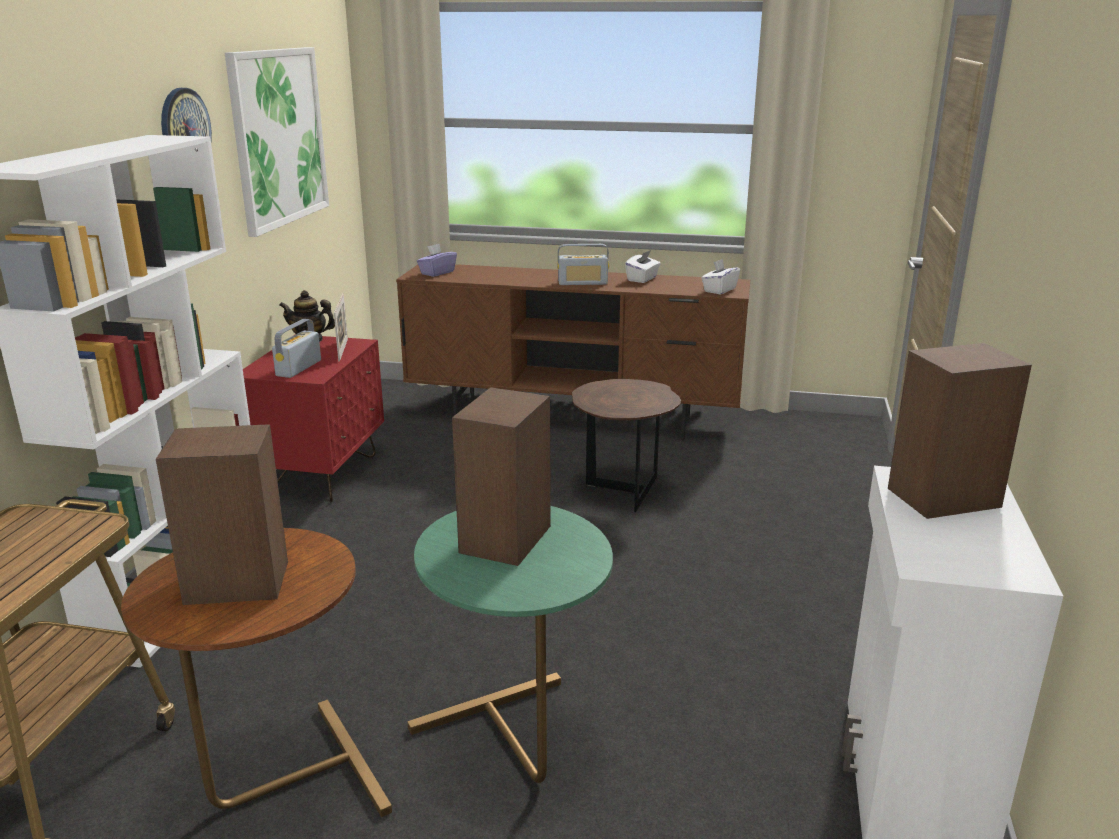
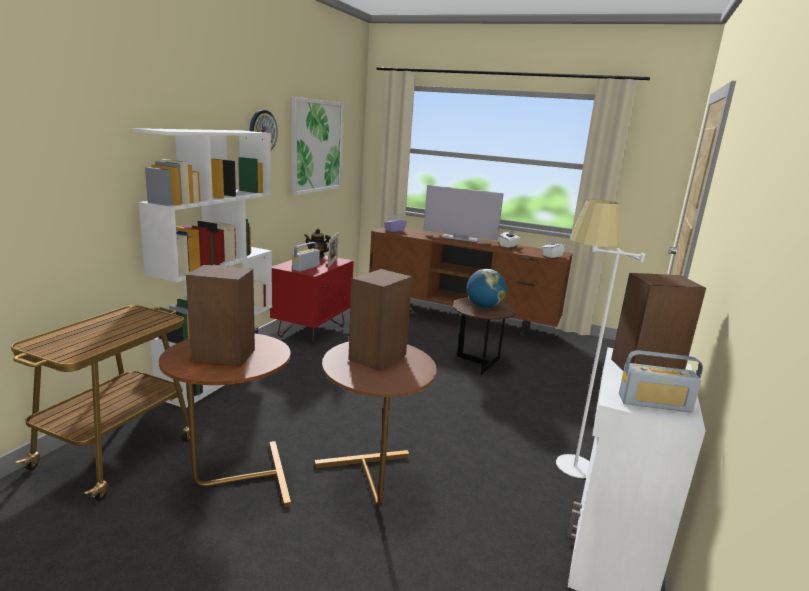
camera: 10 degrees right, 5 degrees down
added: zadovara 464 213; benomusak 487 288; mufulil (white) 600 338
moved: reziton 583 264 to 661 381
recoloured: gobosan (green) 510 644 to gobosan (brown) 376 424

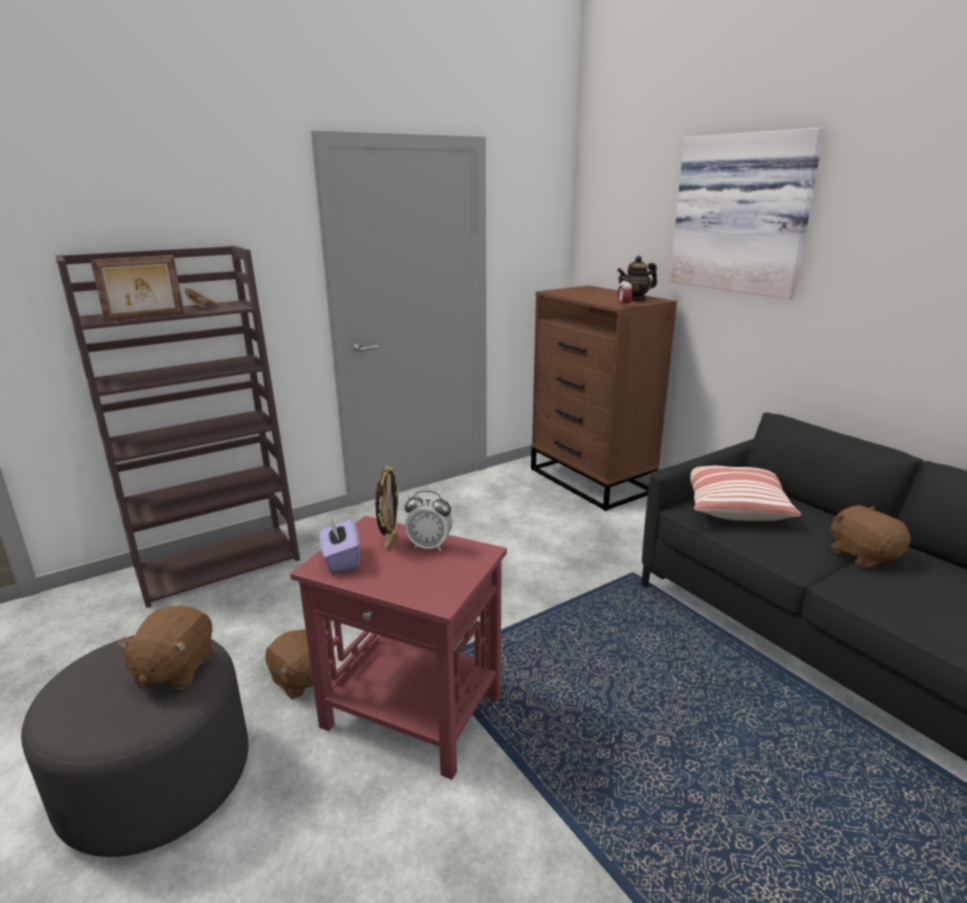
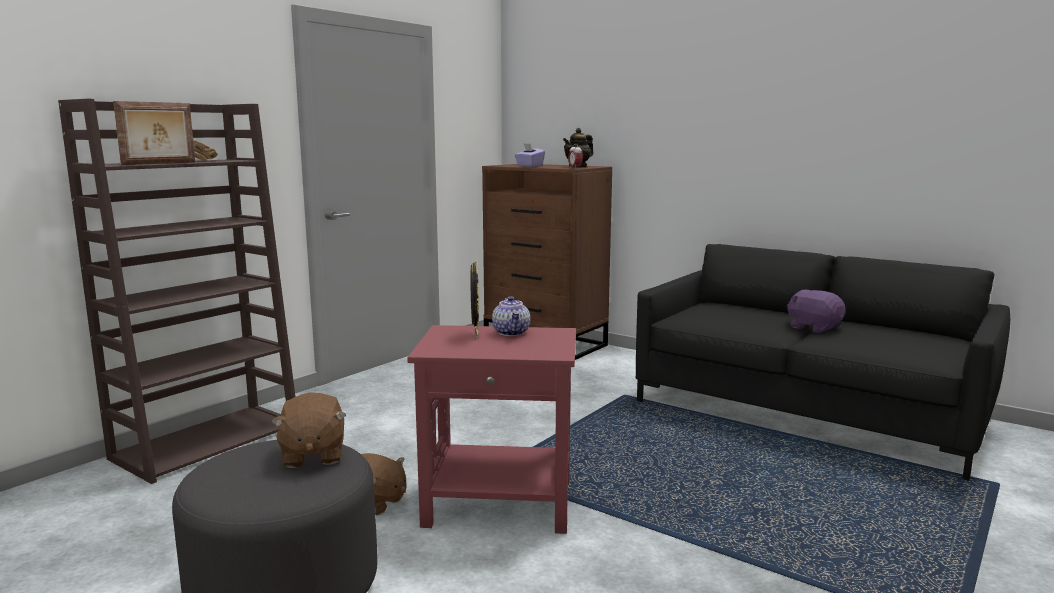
camera: 20 degrees left, 10 degrees down
removed: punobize 747 213; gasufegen 745 493
moved: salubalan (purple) 339 545 to 529 155
replaced: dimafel 429 520 to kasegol 511 316
recoloured: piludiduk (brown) 870 536 to piludiduk (purple) 816 311

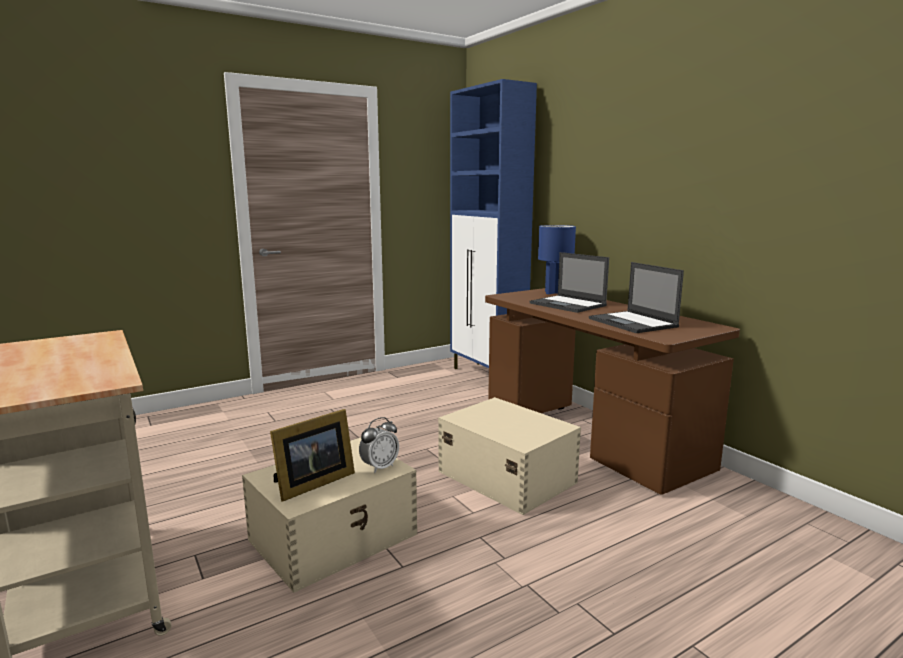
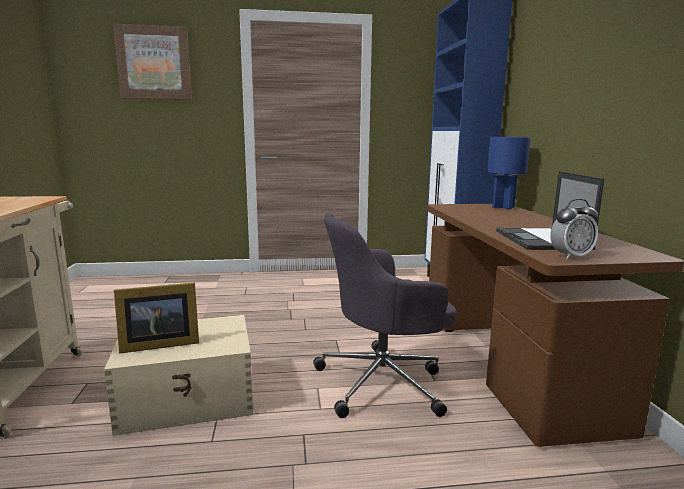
camera: 25 degrees right, 0 degrees up
removed: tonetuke 569 282
added: punobize 152 62
moved: dimafel 379 445 to 574 229
replaced: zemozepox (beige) 509 456 to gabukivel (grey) 385 315

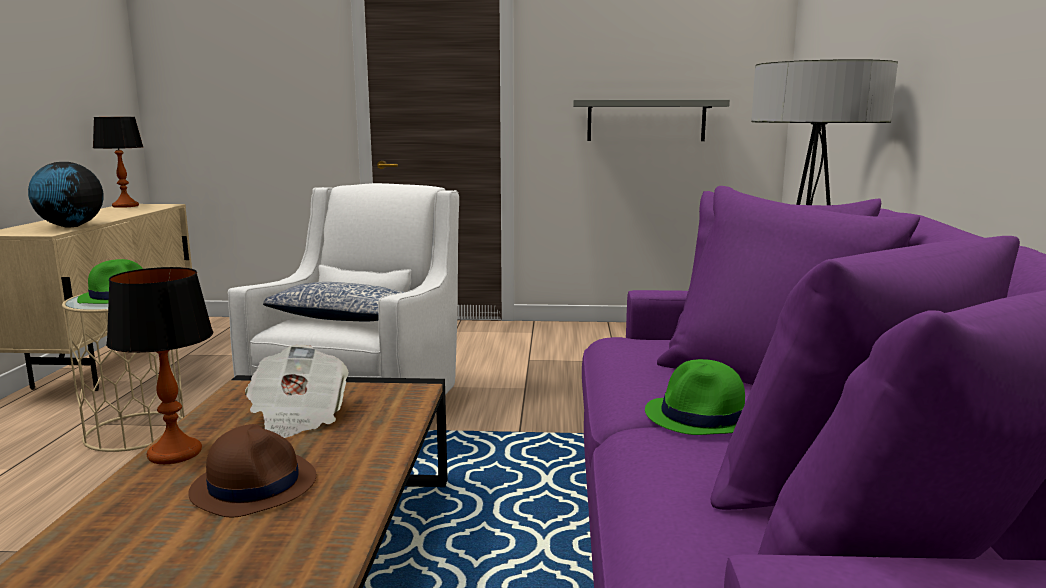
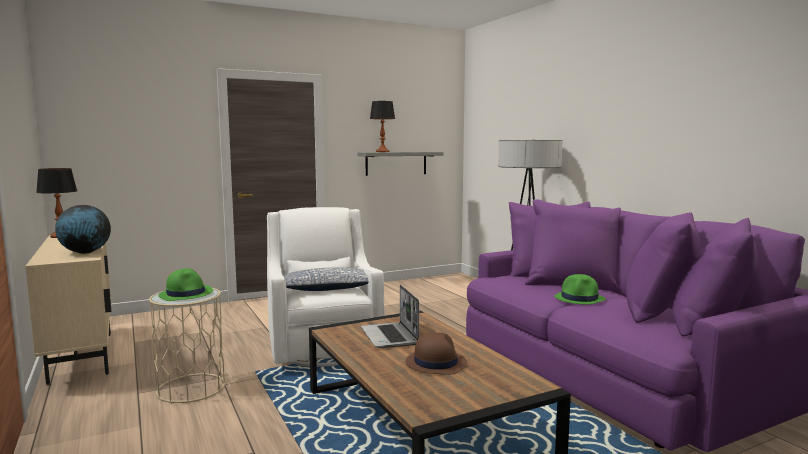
camera: 30 degrees left, 5 degrees down
moved: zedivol 159 365 to 382 126
replaced: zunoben 297 391 to tonetuke 390 316

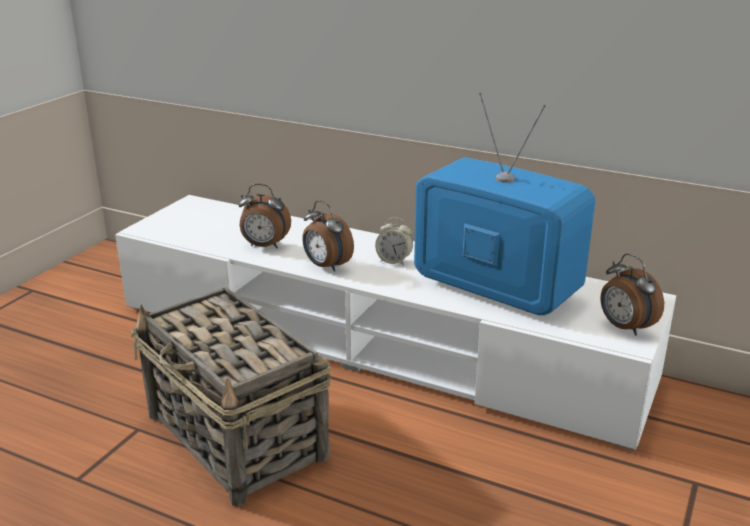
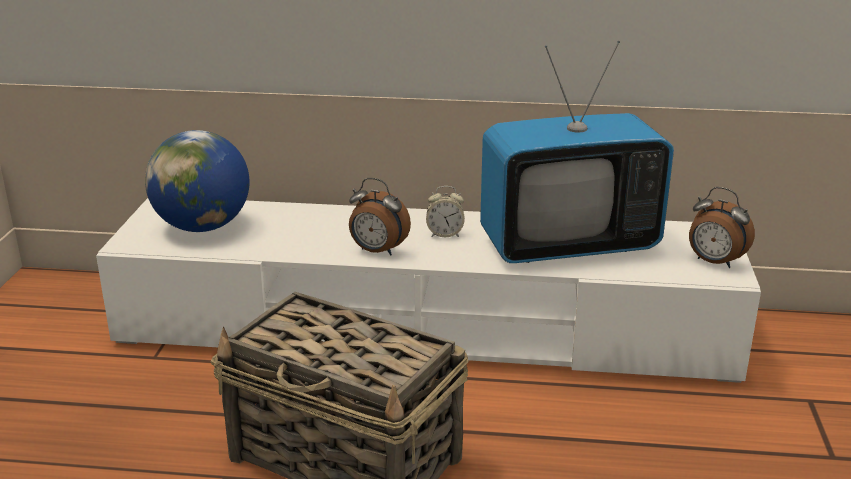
camera: 20 degrees left, 0 degrees up
removed: dimafel 264 216
added: benomusak 197 181
turned: zadovara 504 203 = 577 152 150 degrees clockwise

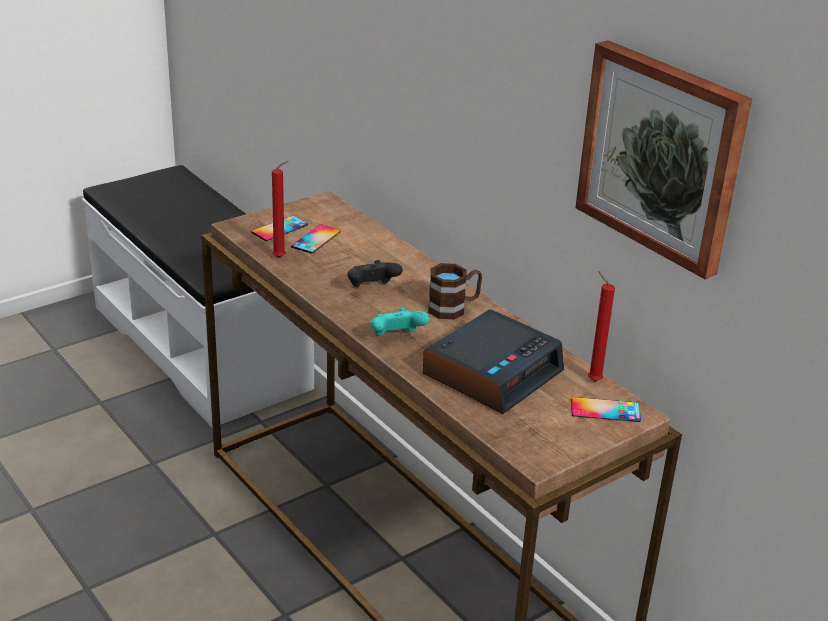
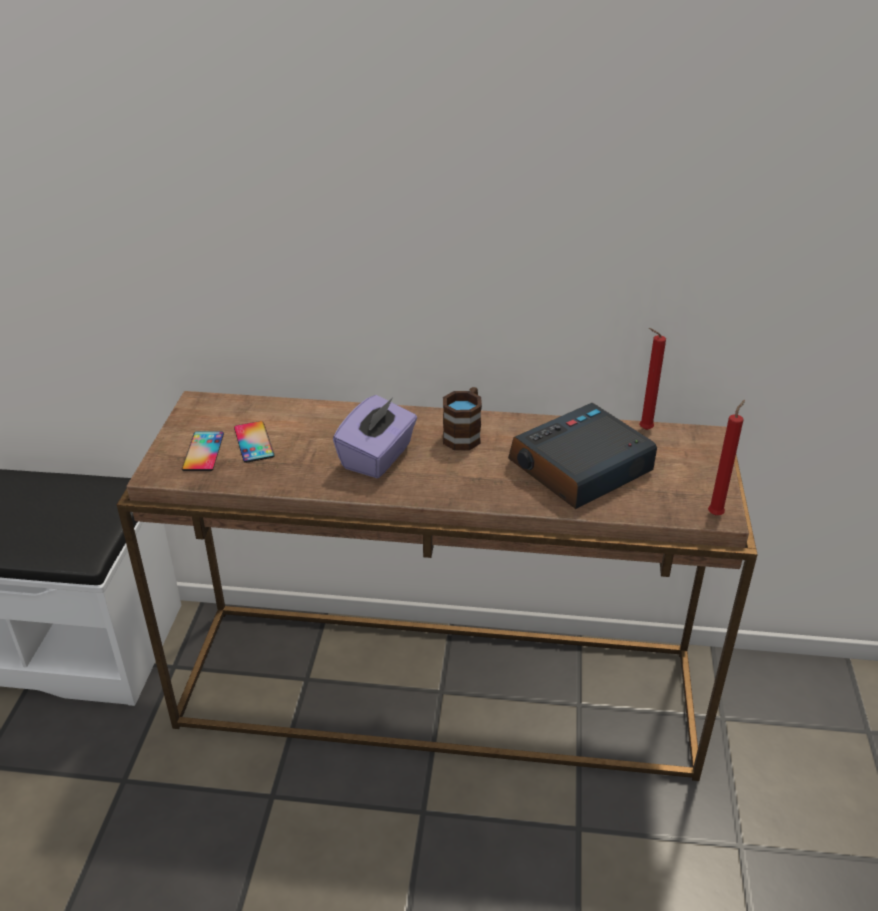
camera: 45 degrees left, 5 degrees up
removed: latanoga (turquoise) 400 322; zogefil 606 409; punobize 663 160
moved: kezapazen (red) 280 209 to 726 457
replaced: latanoga (black) 375 273 to salubalan (purple) 375 436
turned: dimafel 493 361 = 582 456 120 degrees counterclockwise

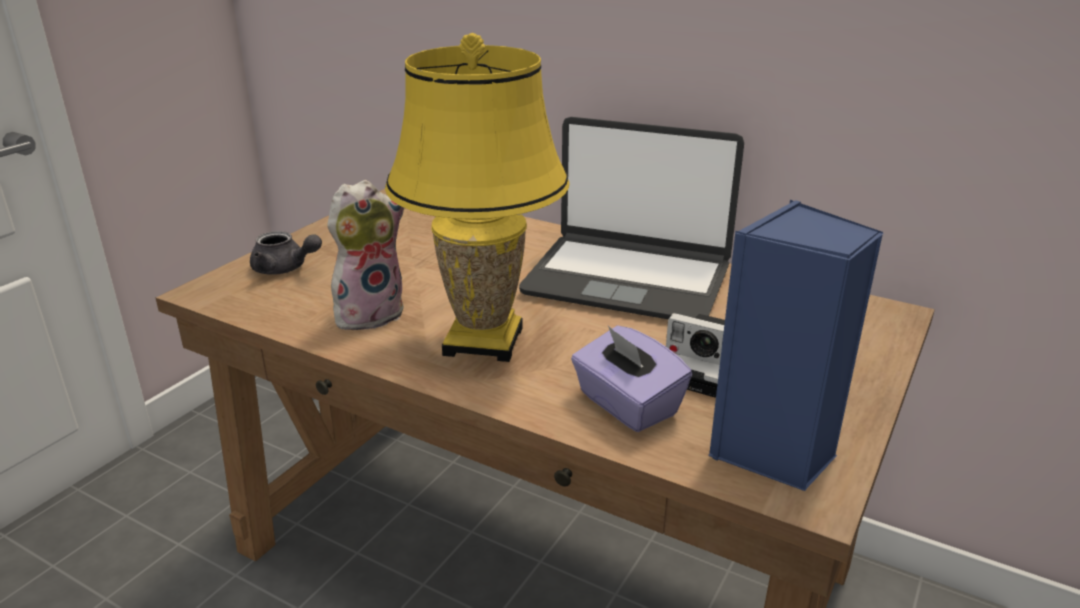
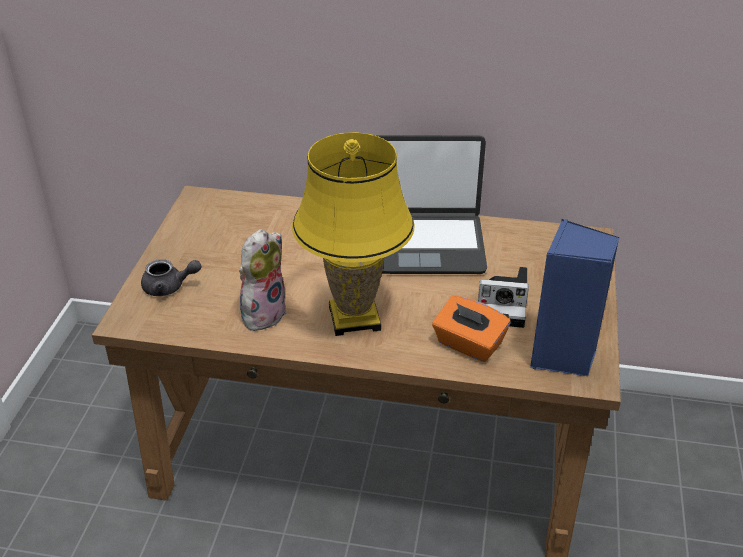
camera: 20 degrees left, 10 degrees up
recoloured: salubalan (purple) 631 379 to salubalan (orange) 471 329

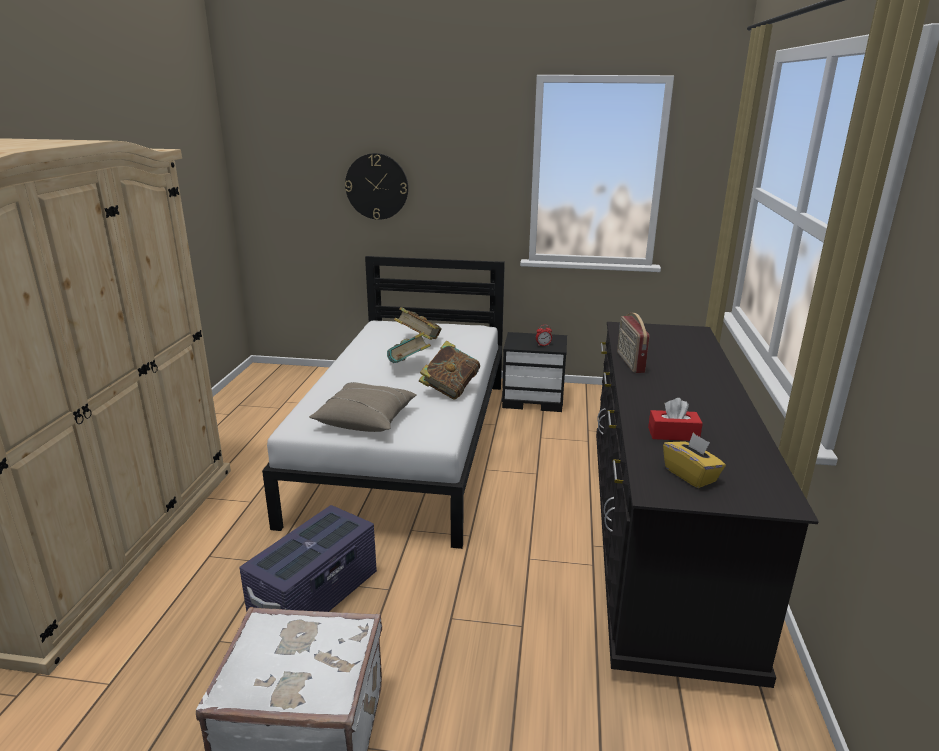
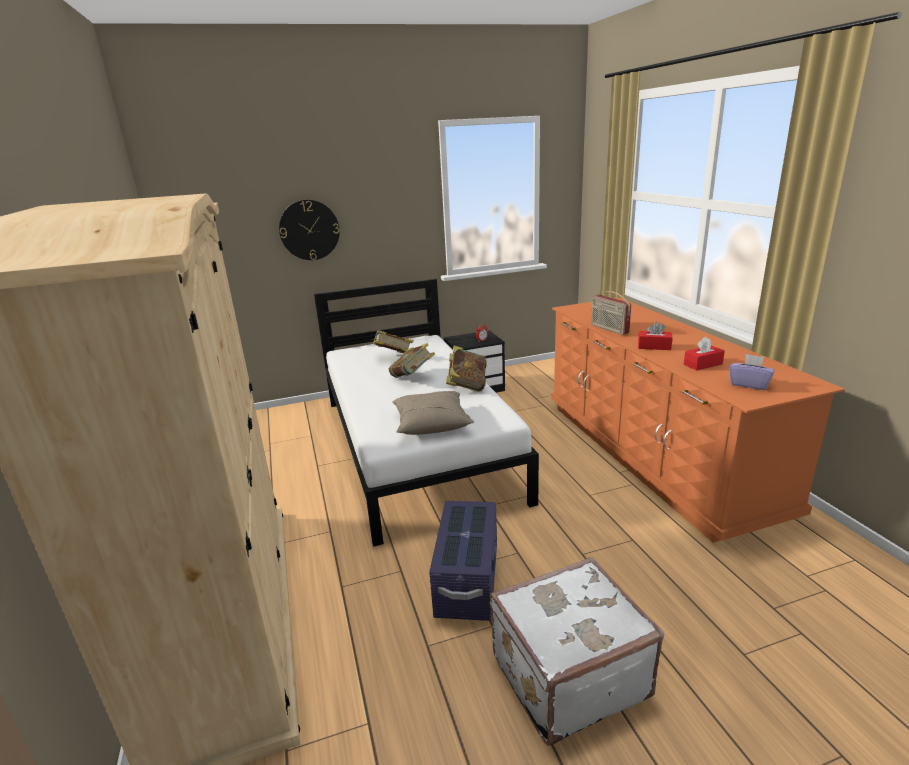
camera: 25 degrees left, 0 degrees up
added: salubalan (red) 655 336
recoloured: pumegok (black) 707 505 to pumegok (orange) 698 420; salubalan (yellow) 694 460 to salubalan (purple) 752 372

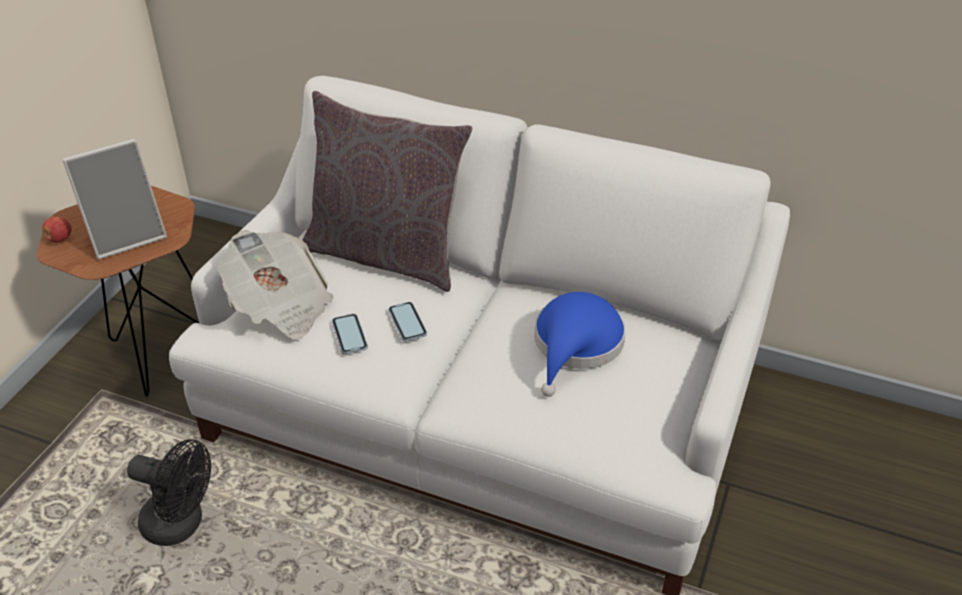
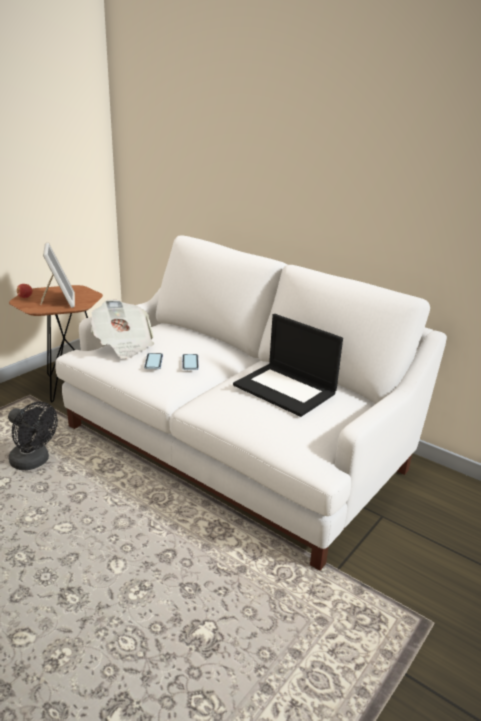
camera: 15 degrees right, 15 degrees down
removed: gasufegen (grey) 388 191
replaced: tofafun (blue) 580 344 to tonetuke 288 365
turned: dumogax 114 199 = 58 275 90 degrees counterclockwise

